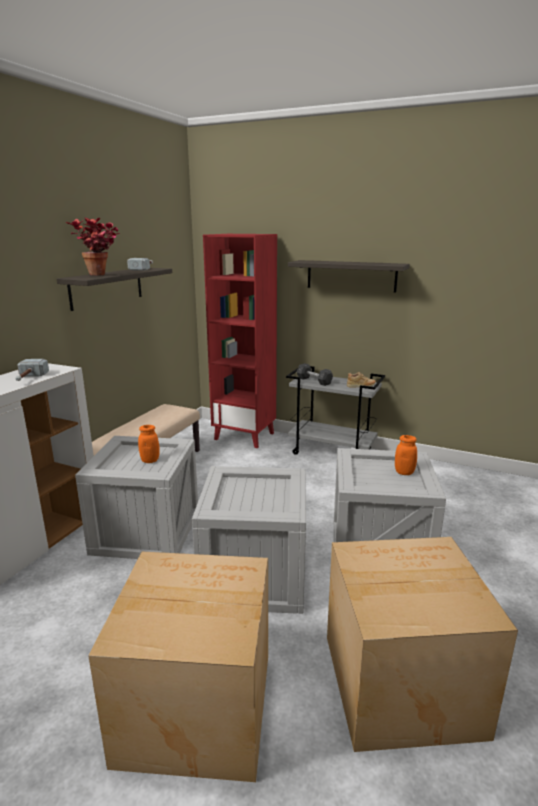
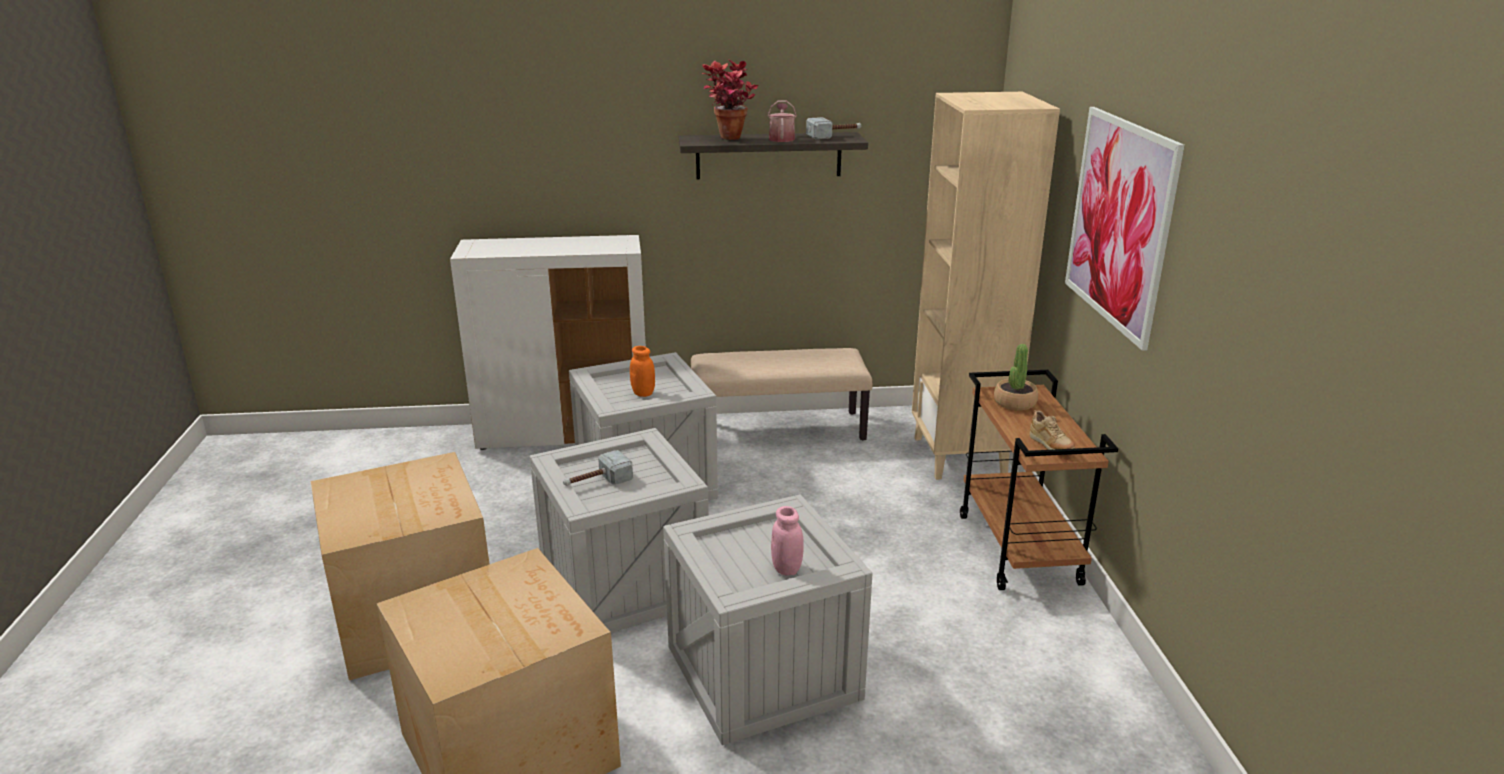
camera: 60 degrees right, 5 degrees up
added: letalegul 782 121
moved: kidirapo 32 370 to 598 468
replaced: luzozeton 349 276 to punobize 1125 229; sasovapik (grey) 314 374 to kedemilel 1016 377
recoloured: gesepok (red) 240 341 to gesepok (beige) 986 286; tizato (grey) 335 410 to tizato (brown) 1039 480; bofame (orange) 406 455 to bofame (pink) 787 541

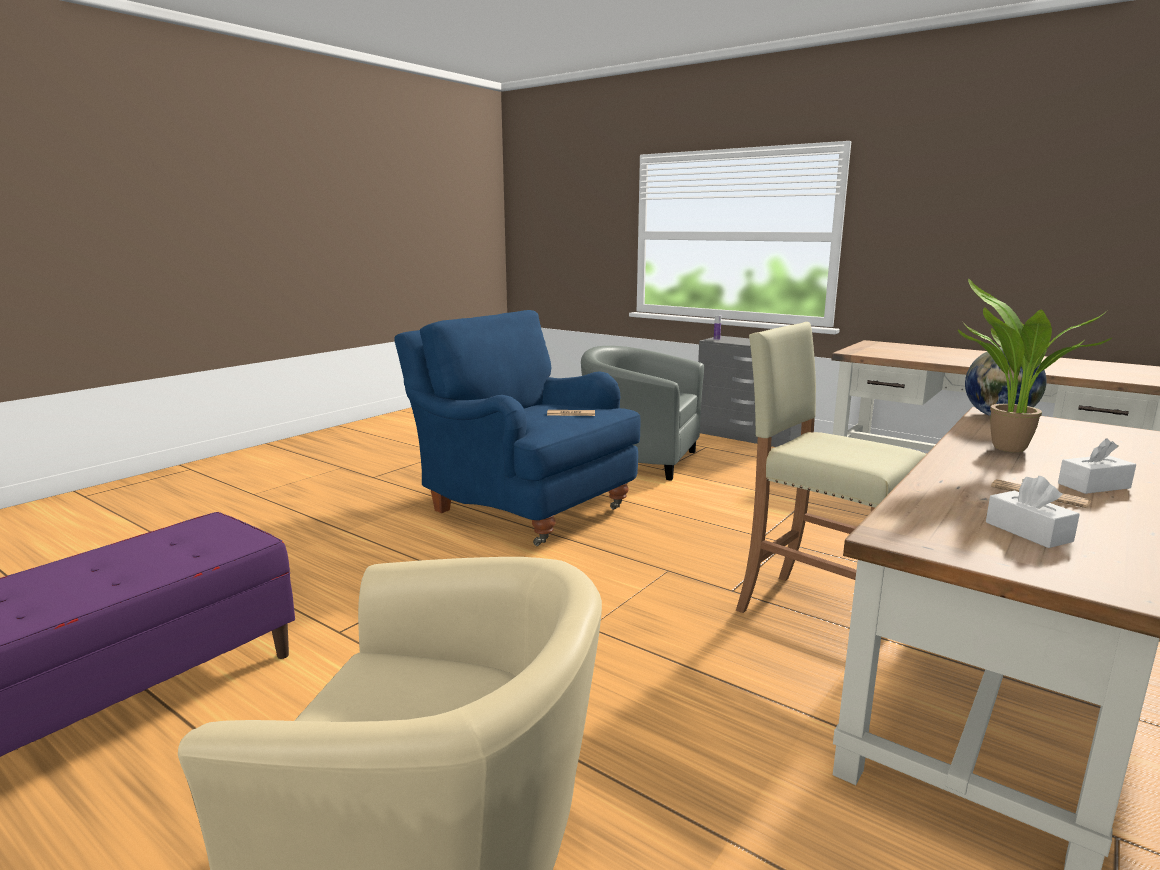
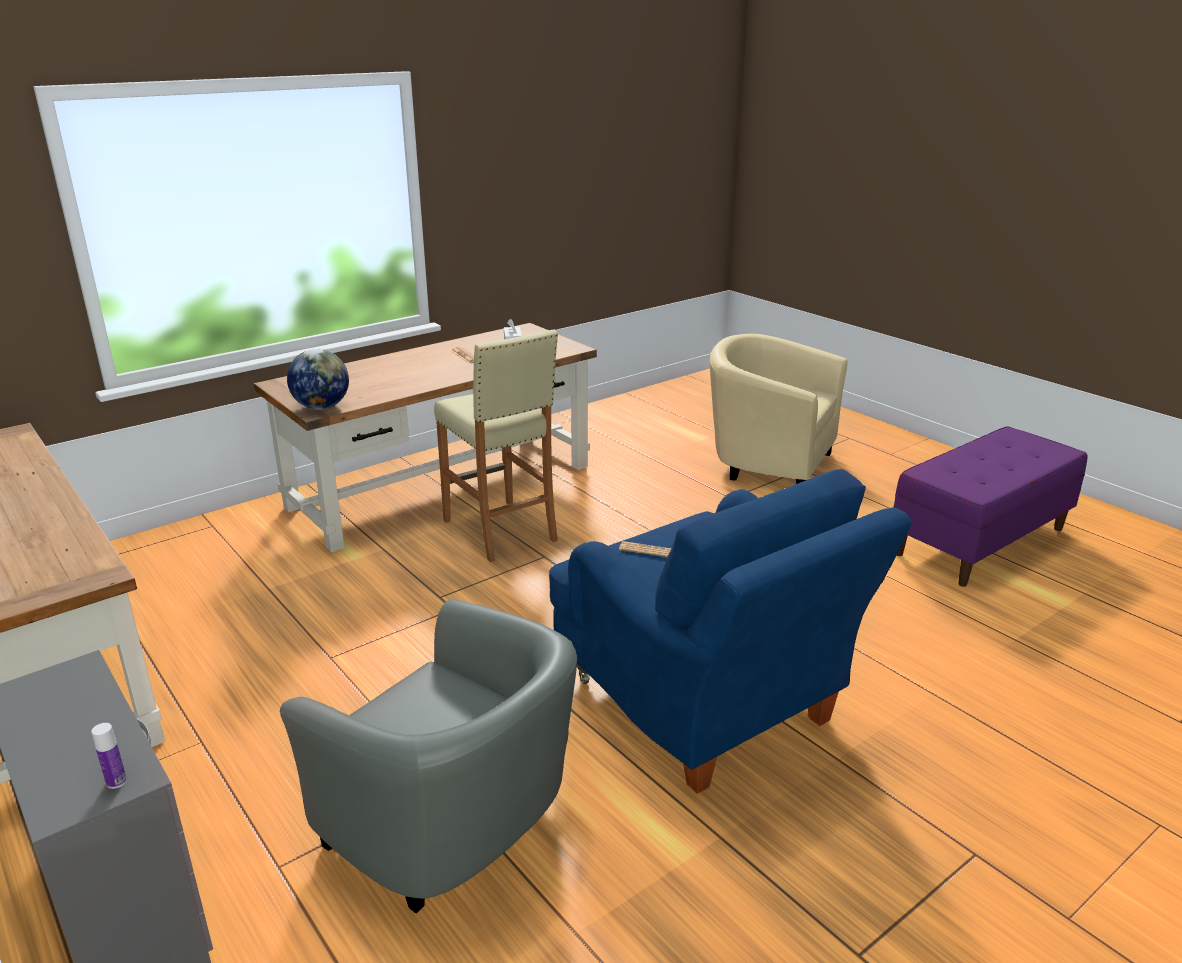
camera: 165 degrees left, 10 degrees up
removed: kedemilel 1035 365; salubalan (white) 1097 466

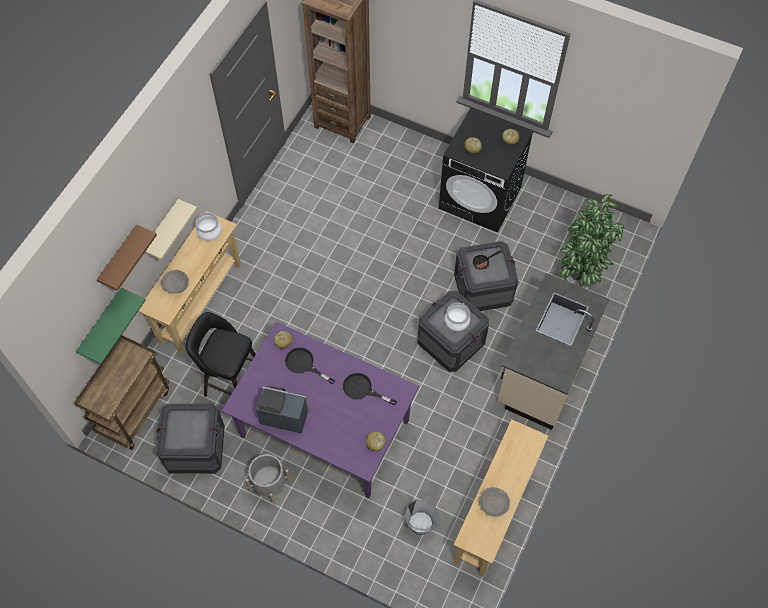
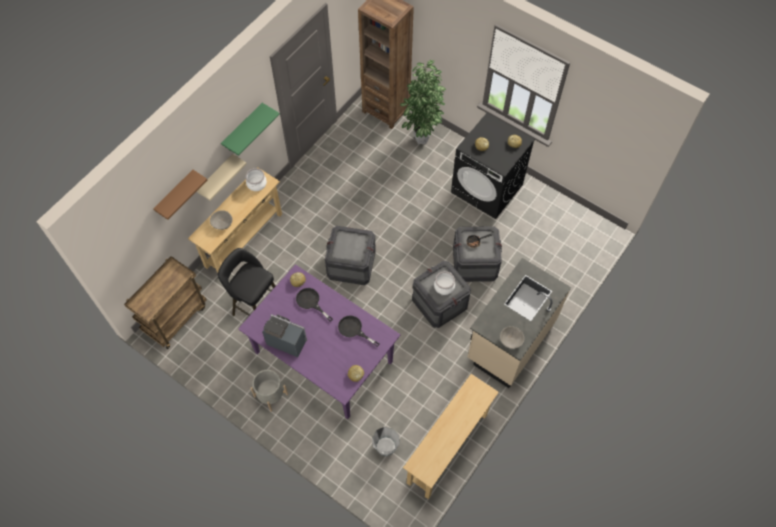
camera: 10 degrees right, 0 degrees up
moved: luzozeton (green) 111 326 to 250 129; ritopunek 190 439 to 350 255; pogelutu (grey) 494 502 to 512 337; kedemilel 592 240 to 423 102

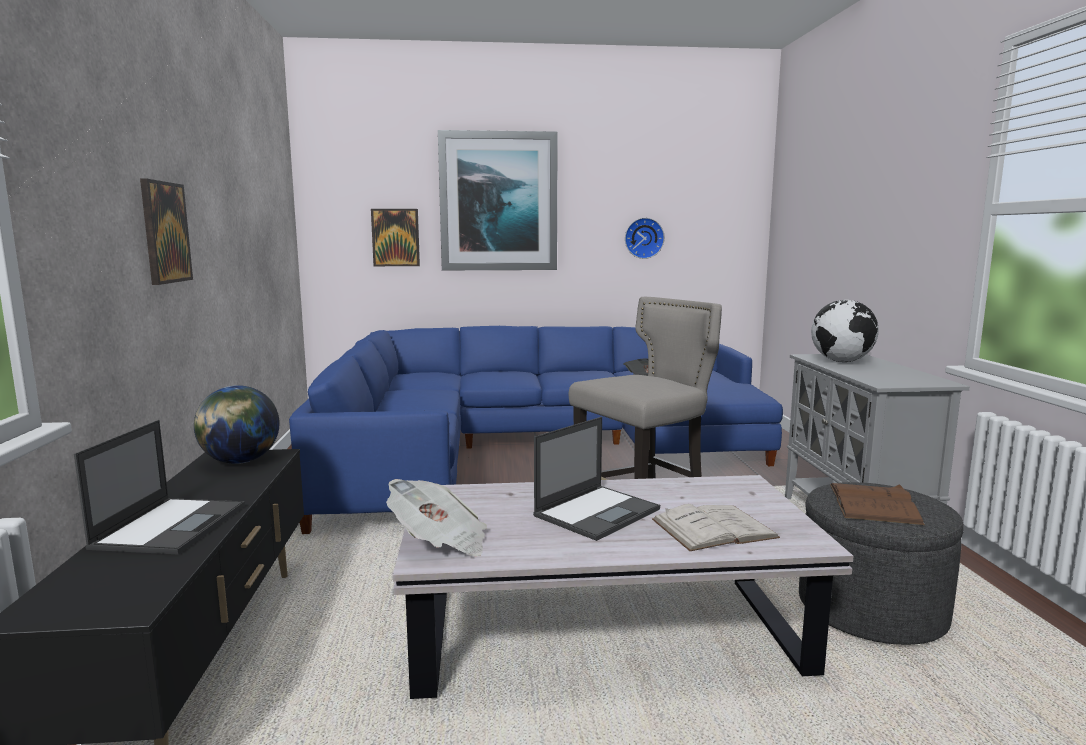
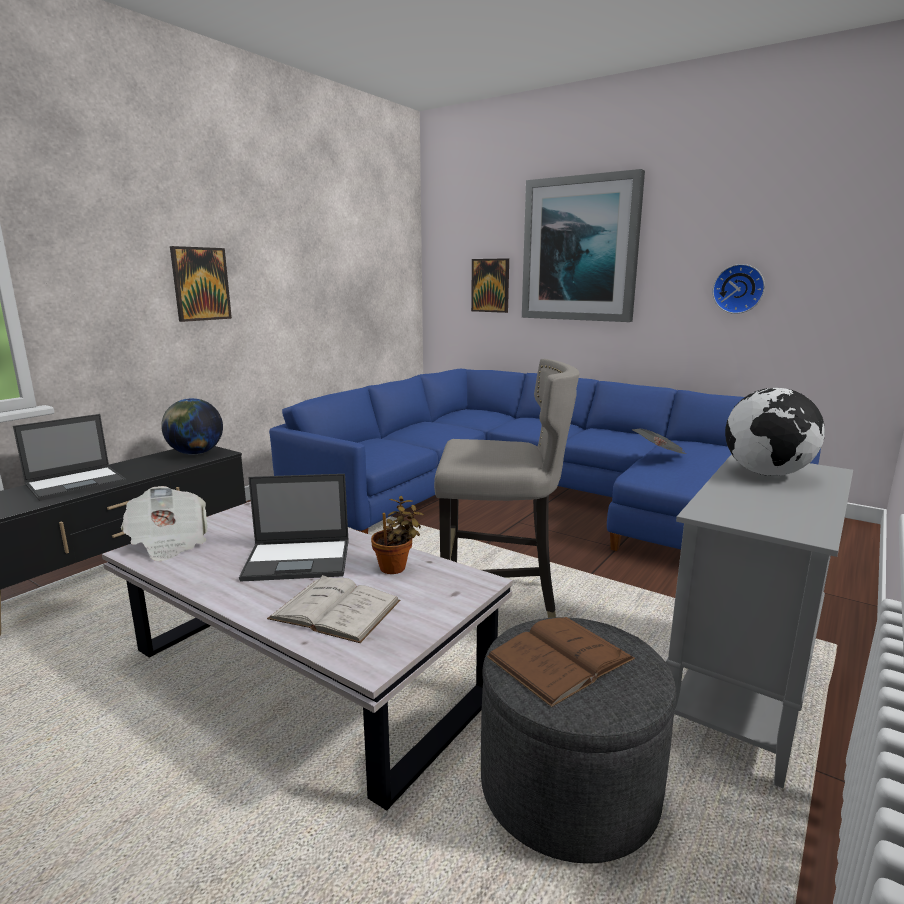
camera: 40 degrees right, 5 degrees up
added: kedemilel 397 535

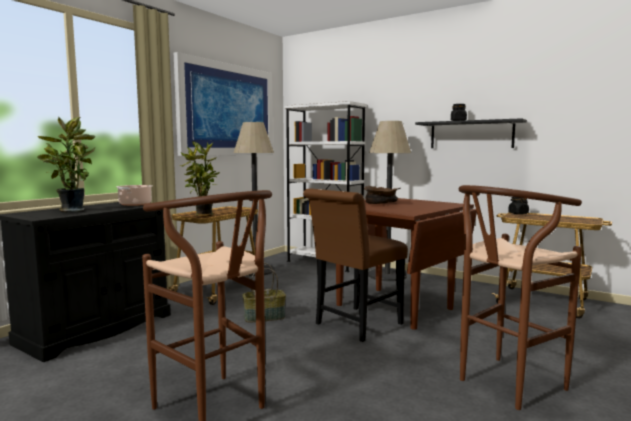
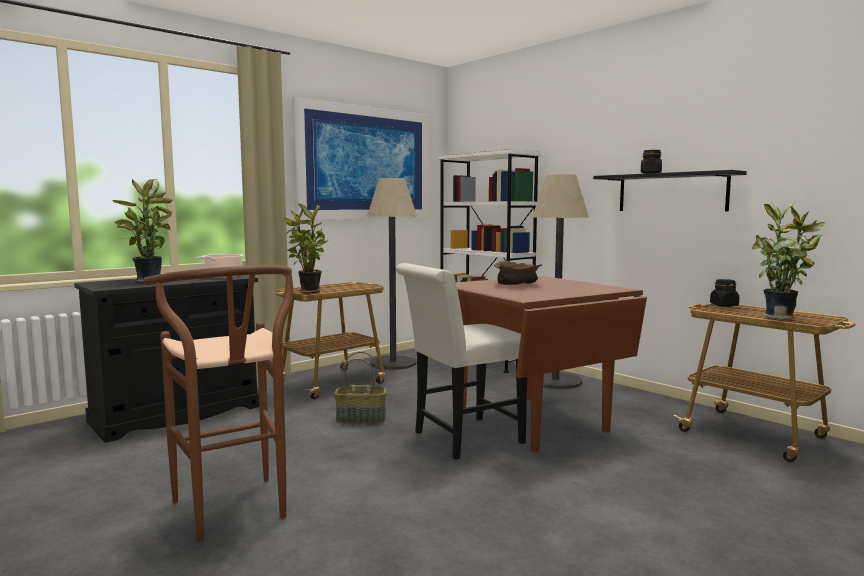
camera: 15 degrees right, 0 degrees up
removed: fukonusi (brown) 520 297
added: kedemilel 789 261
recoloured: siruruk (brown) 355 265 to siruruk (white) 461 361

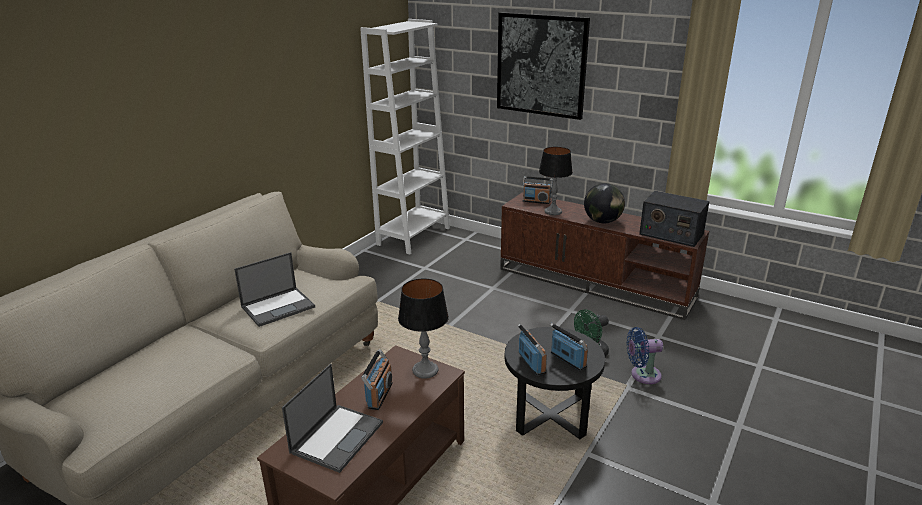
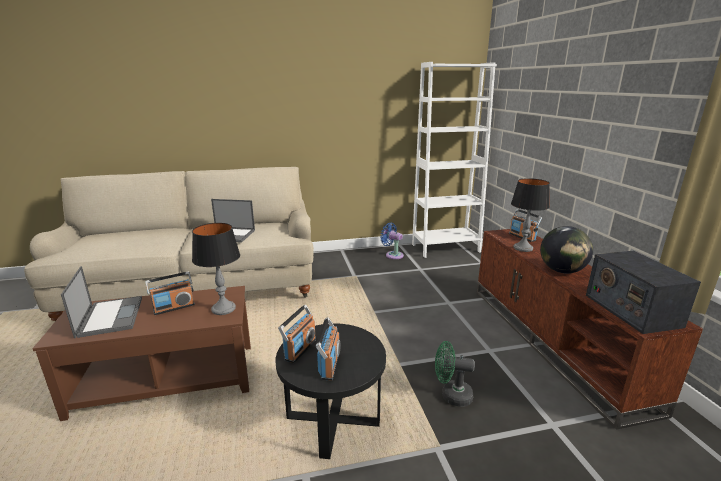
camera: 45 degrees right, 5 degrees down
removed: punobize 543 66
moved: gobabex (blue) 644 355 to 392 241
turned: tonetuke 332 418 = 101 302 90 degrees counterclockwise

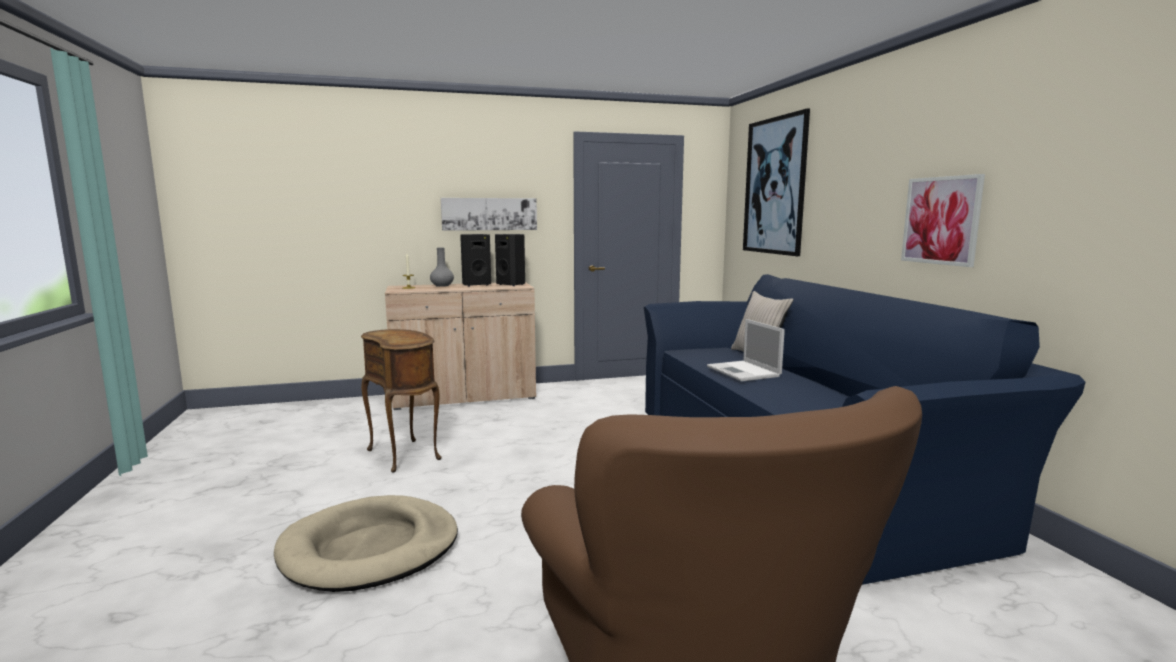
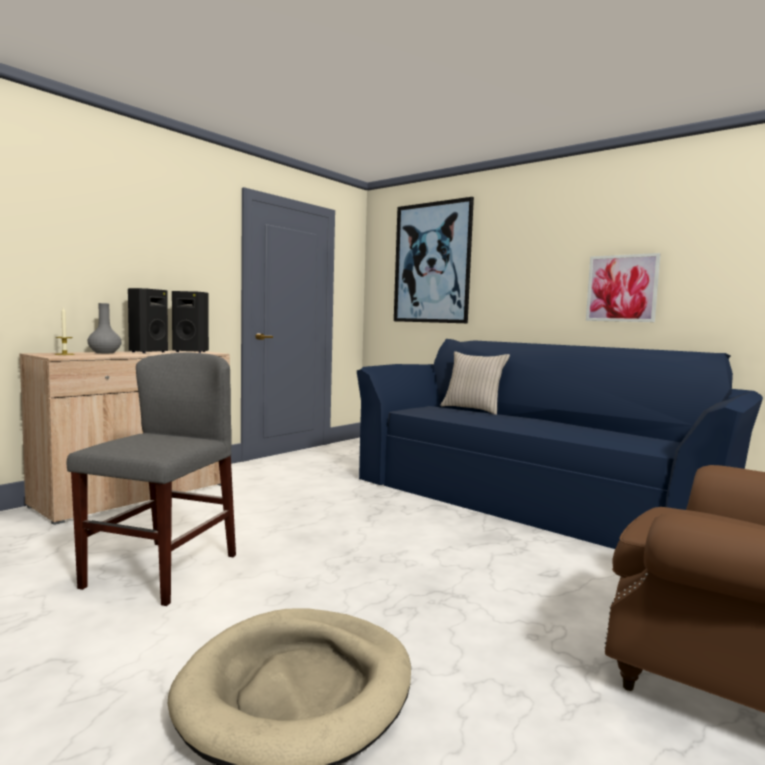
camera: 35 degrees left, 5 degrees down
removed: punobize 489 214; tonetuke 746 350
replaced: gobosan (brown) 401 401 to siruruk (grey) 151 479

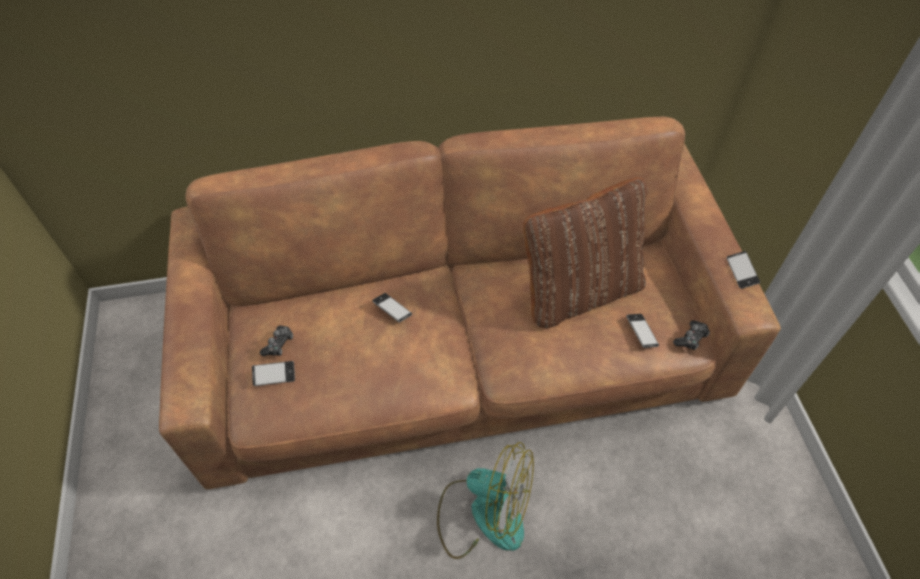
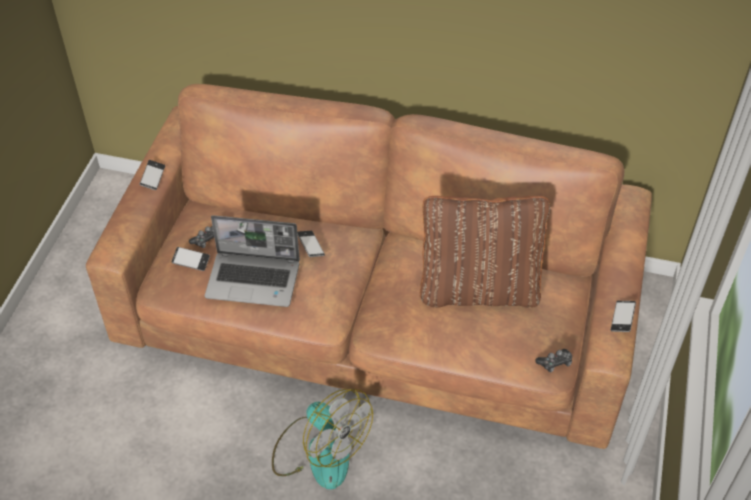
camera: 25 degrees right, 5 degrees down
added: tonetuke 252 261
moved: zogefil 642 331 to 152 175

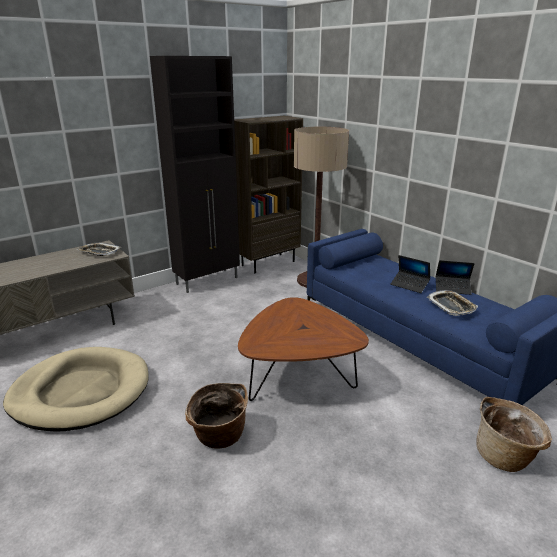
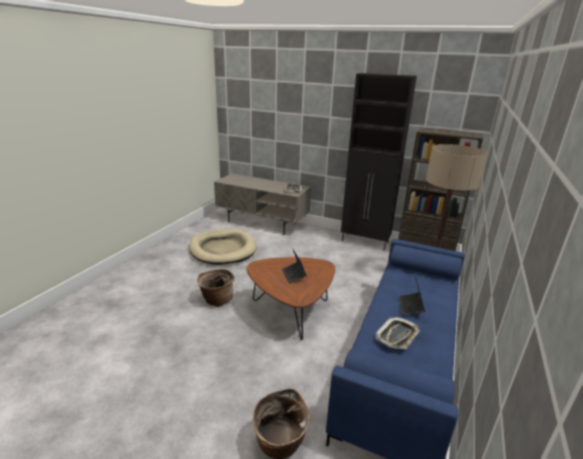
camera: 60 degrees right, 0 degrees up
moved: tonetuke 455 277 to 294 266

